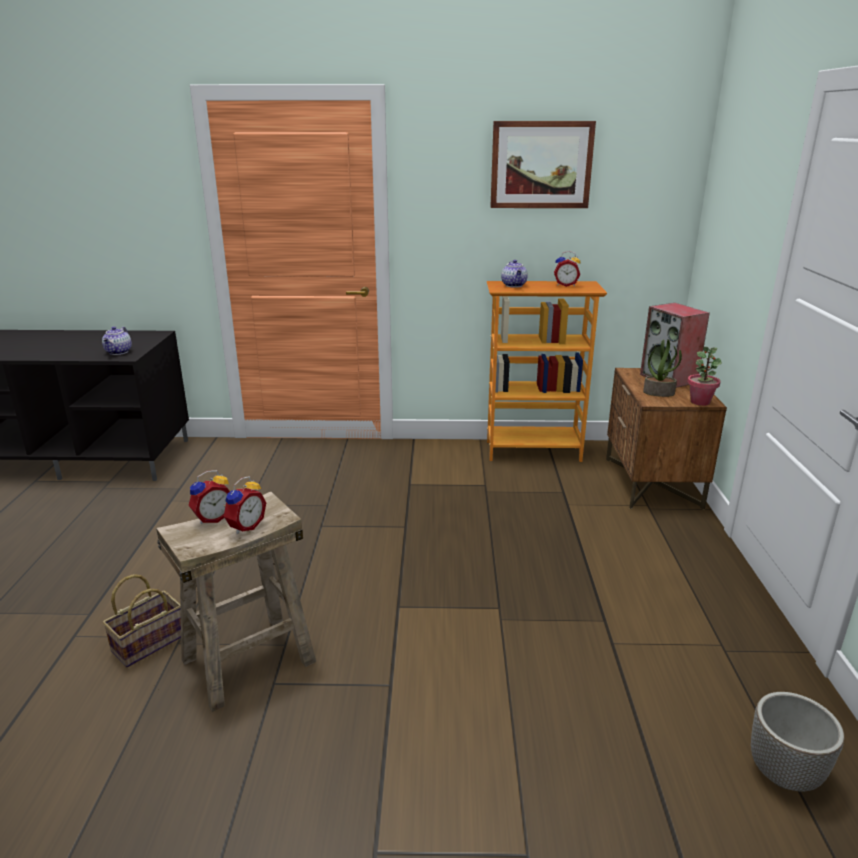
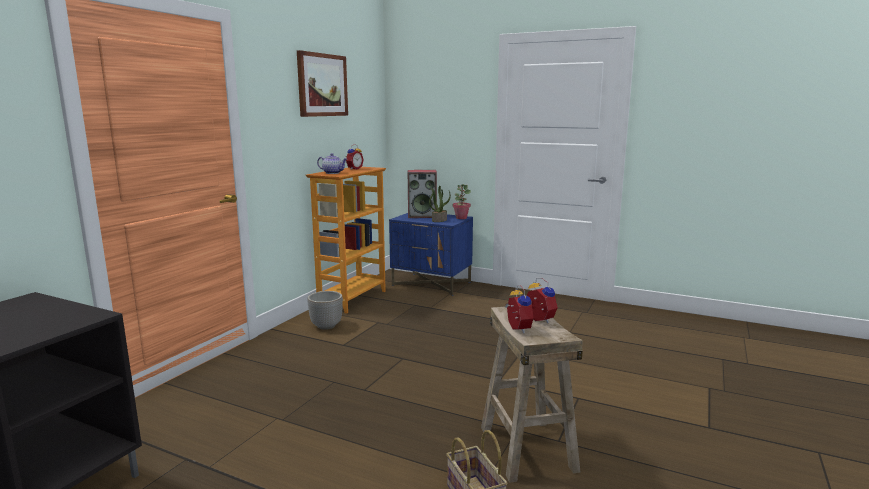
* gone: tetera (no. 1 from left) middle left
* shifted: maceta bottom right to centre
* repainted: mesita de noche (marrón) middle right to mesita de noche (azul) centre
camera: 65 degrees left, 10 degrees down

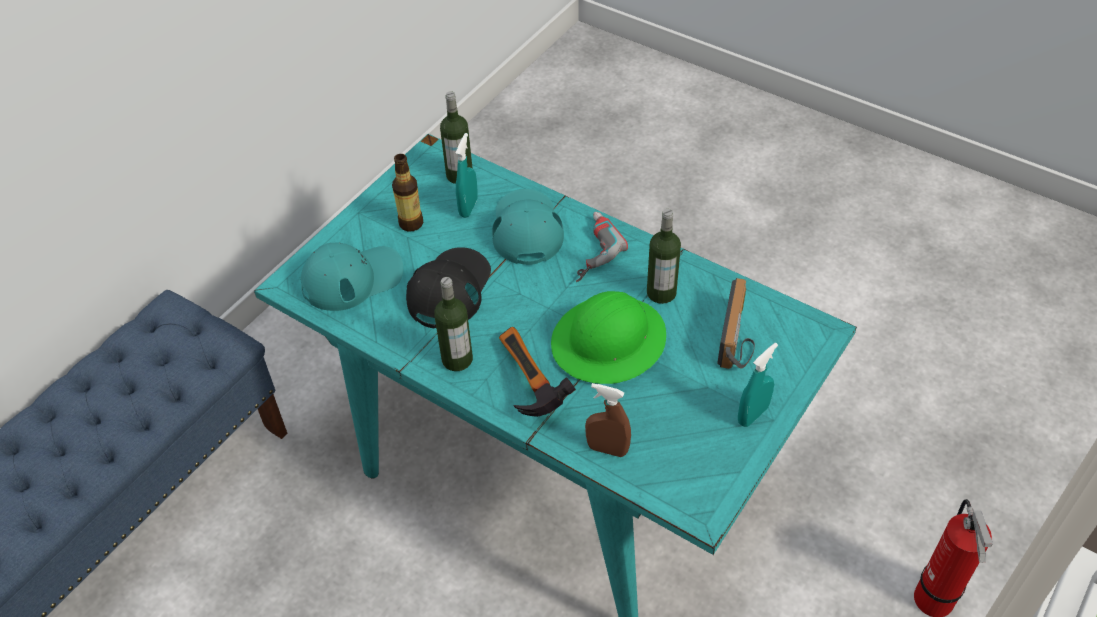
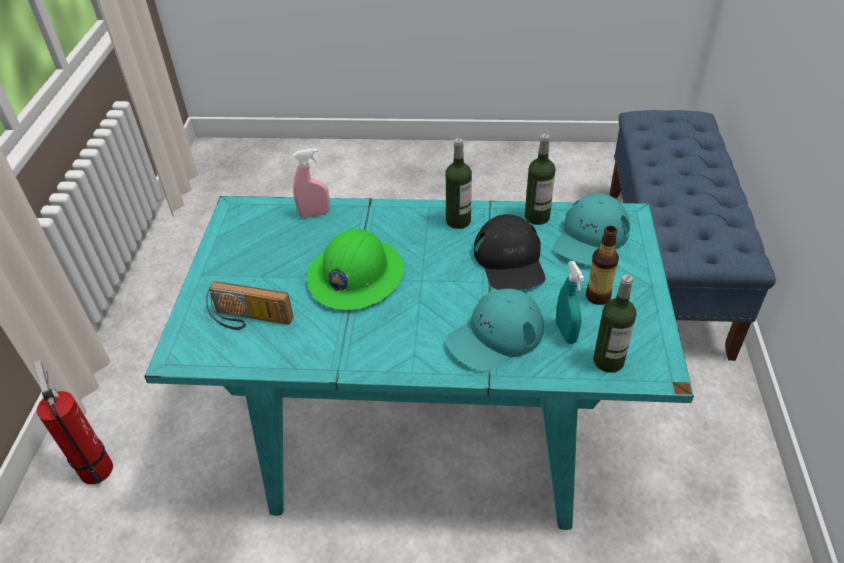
* gone: martillo centre
* gone: taladro centre
* gone: pulverizador (turquesa) (no. 2 from left) middle right
* shifted: botella (no. 4 from left in the first image) centre to botella (no. 2 from left) top centre
* repainted: pulverizador (marrón) bottom centre to pulverizador (rosa) top centre
* rotated: gorra (turquesa) (no. 2 from left in the first image) centre = centre 90 degrees clockwise
* rotated: radio middle right = middle left 60 degrees counterclockwise
camera: 150 degrees right, 5 degrees down

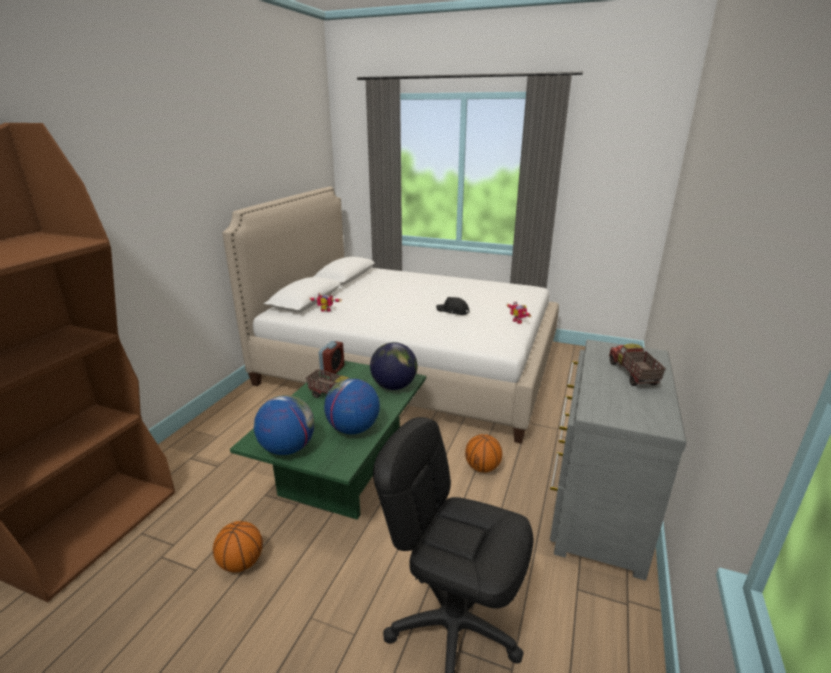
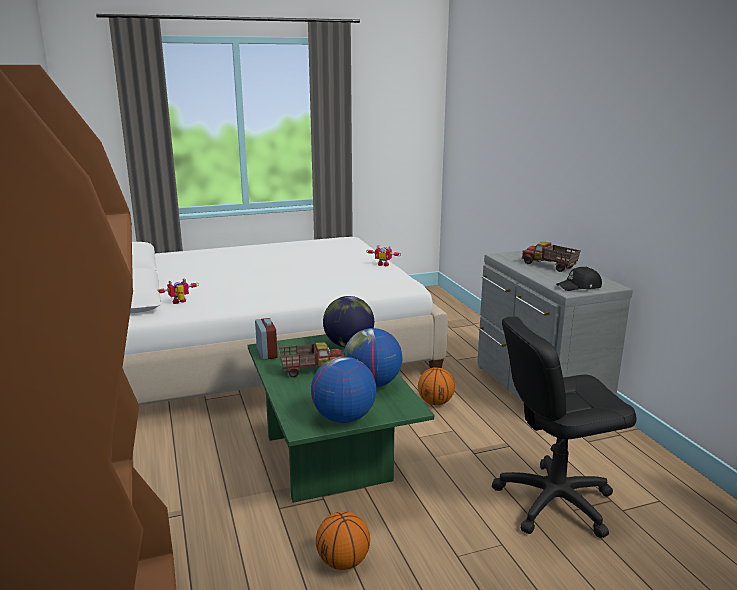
* shifted: gorra (negro) centre to middle right
camera: 40 degrees left, 5 degrees down

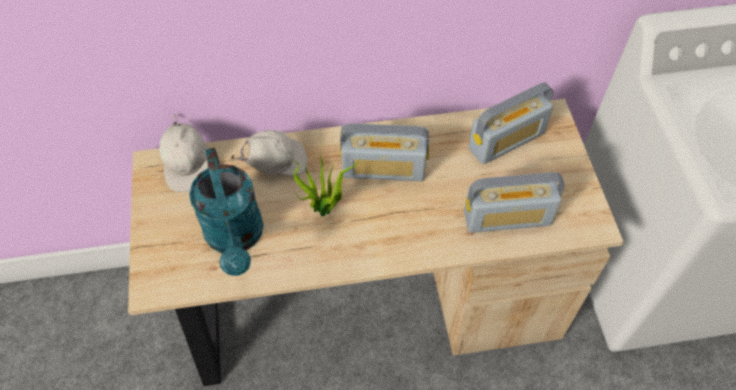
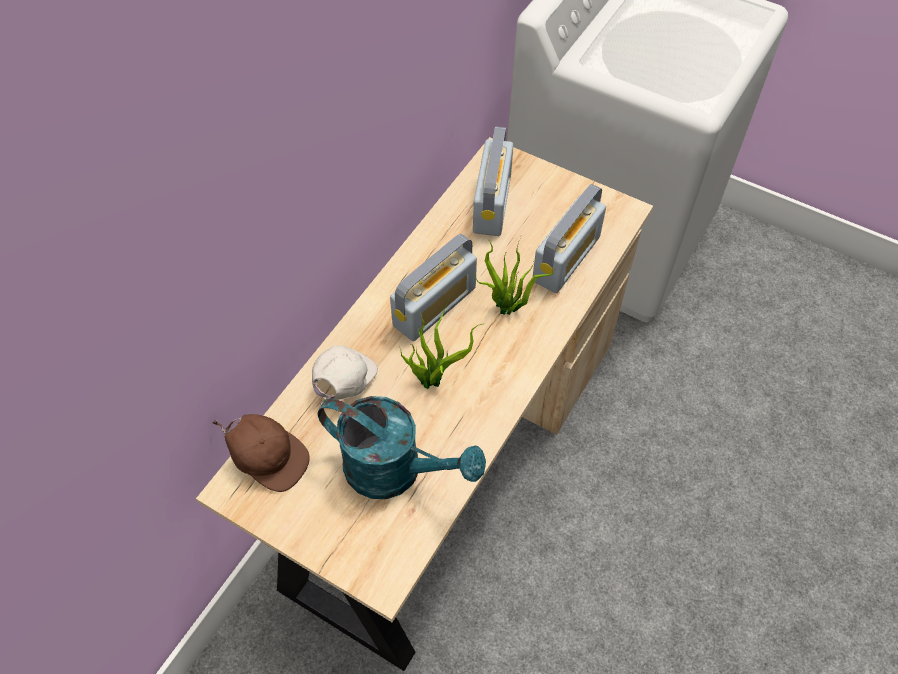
* new: planta en maceta (no. 2 from left) centre
* repainted: gorra (blanco) (no. 1 from left) middle left to gorra (marrón) bottom left
camera: 50 degrees left, 0 degrees up

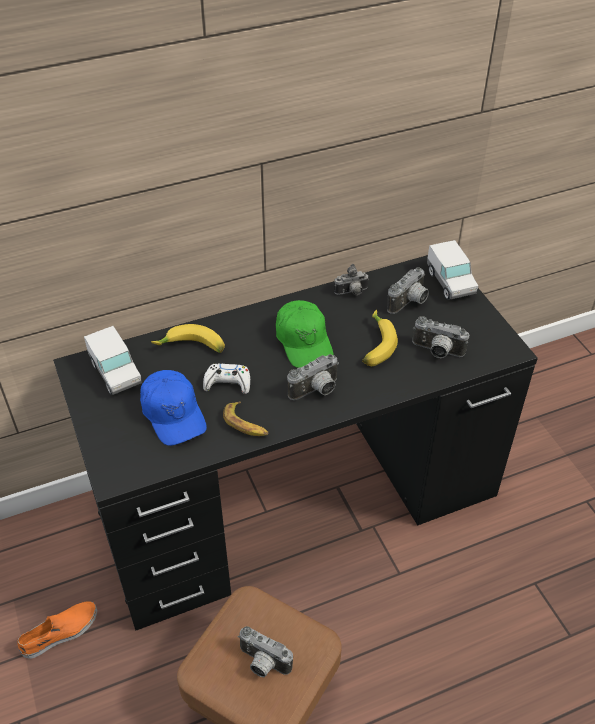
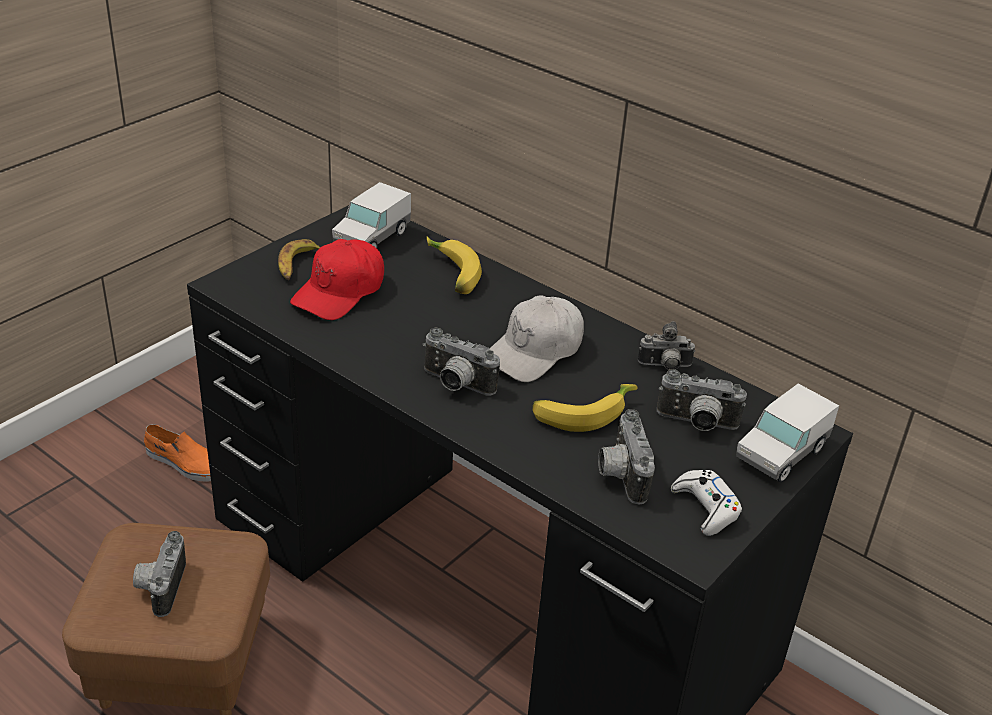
* shifted: mando de consola (blanco) centre to bottom right
* shifted: plátano (no. 2 from left in the first image) centre to plátano (no. 1 from left) middle left
* repainted: gorra (azul) middle left to gorra (rojo) centre
* repainted: gorra (verde) centre to gorra (blanco) centre
* rotated: cámara (no. 3 from left in the first image) centre = middle right 45 degrees counterclockwise
camera: 60 degrees right, 10 degrees down

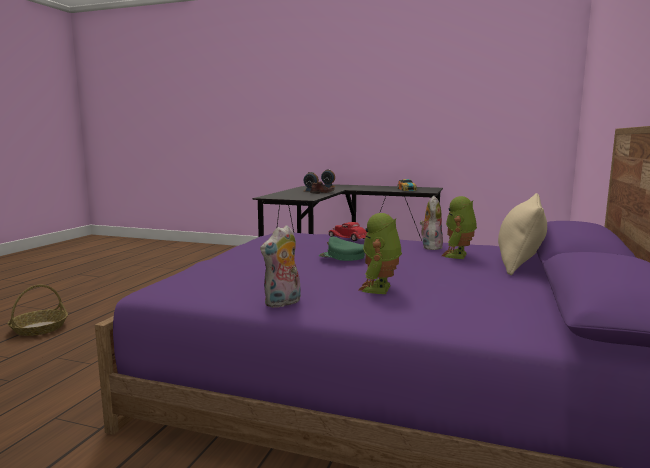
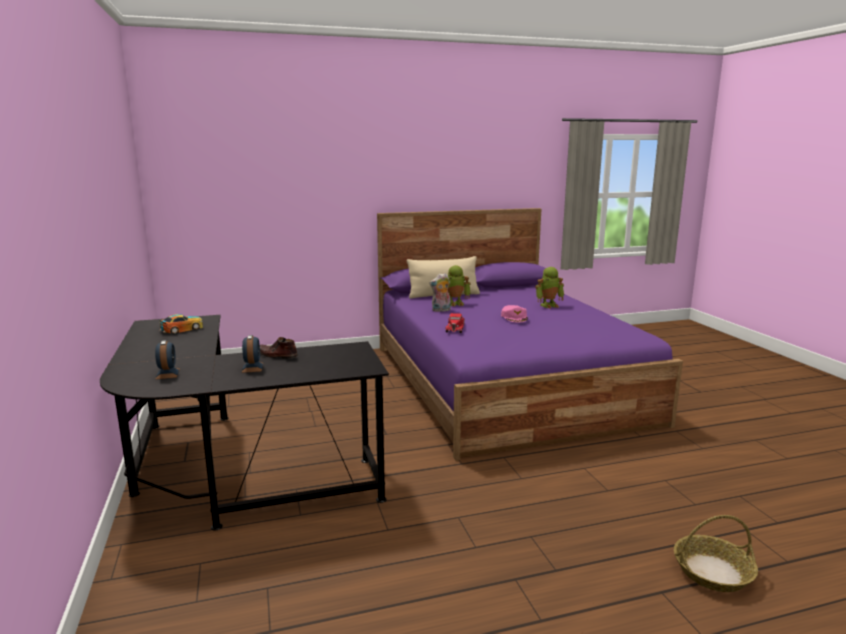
* gone: peluche (no. 1 from left) centre
* repainted: gorra (verde) centre to gorra (rosa) centre
camera: 125 degrees left, 5 degrees up

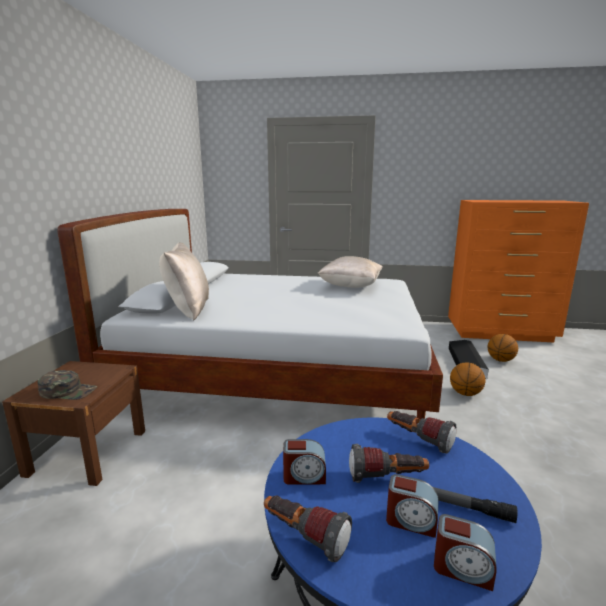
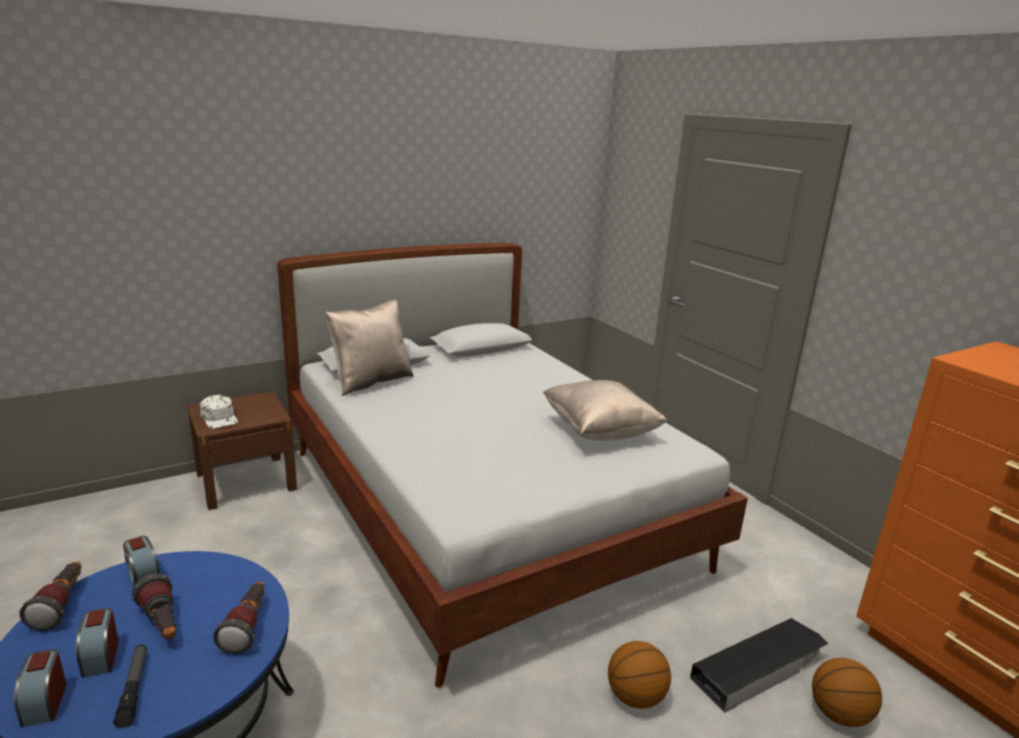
* repainted: gorra (verde) middle left to gorra (blanco) middle left
camera: 50 degrees right, 5 degrees up

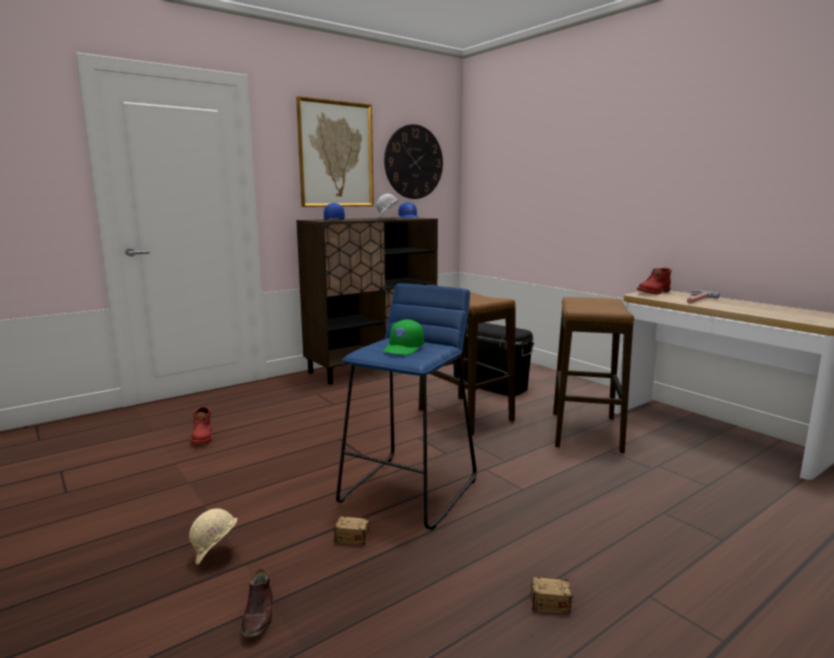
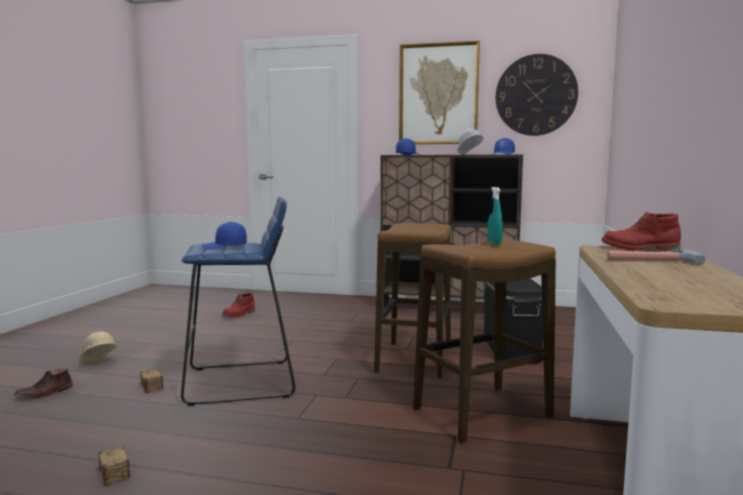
* new: pulverizador (turquesa) centre
* repainted: gorra (verde) centre to gorra (azul) (no. 1 from left) middle left
camera: 50 degrees right, 5 degrees down

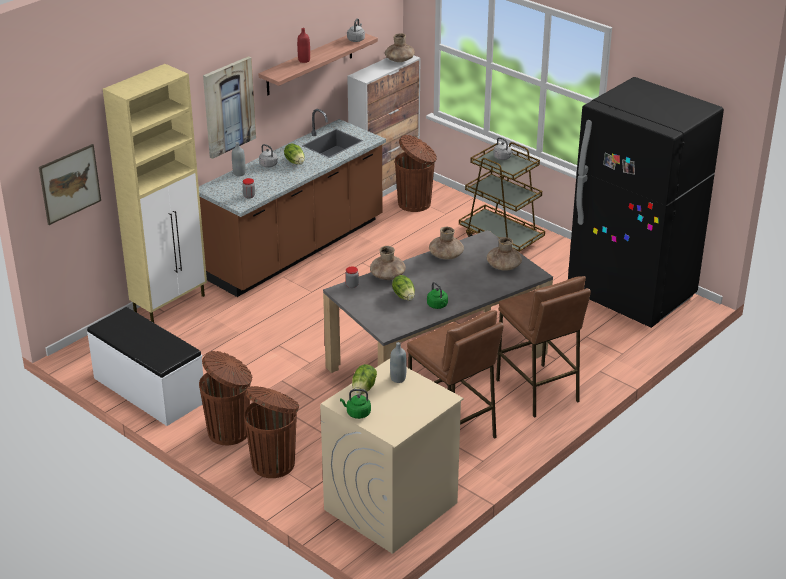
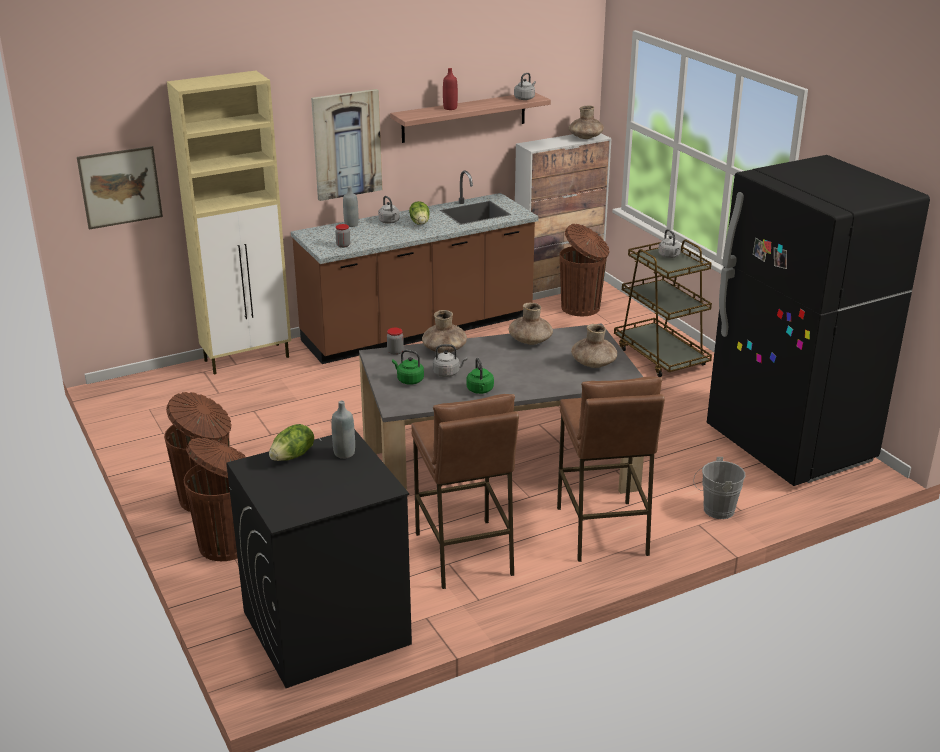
* gone: banco (blanco) middle left
* new: cubo (gris) middle right
* shifted: hervidor (verde) (no. 1 from left) bottom centre to centre
* swapped: lechuga (no. 3 from left) centre to hervidor (gris) (no. 2 from left) centre
* repainted: lavadora (beis) bottom centre to lavadora (negro) bottom centre
camera: 20 degrees right, 5 degrees down

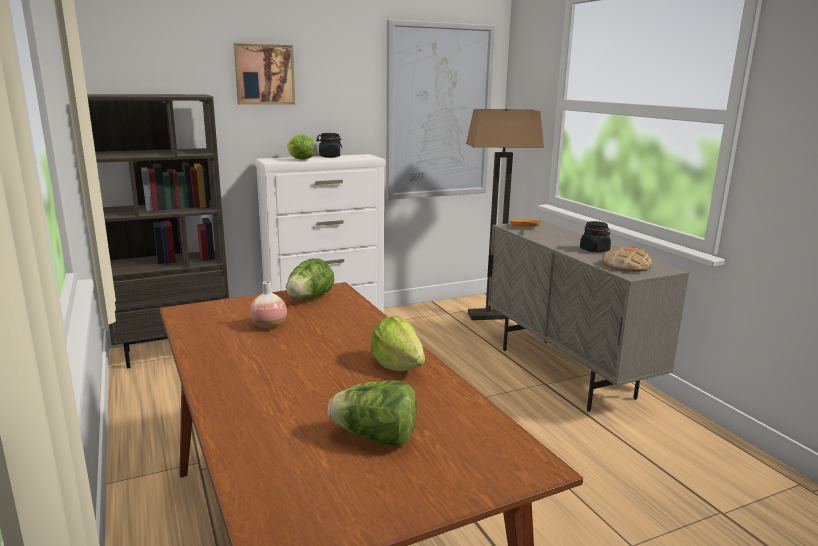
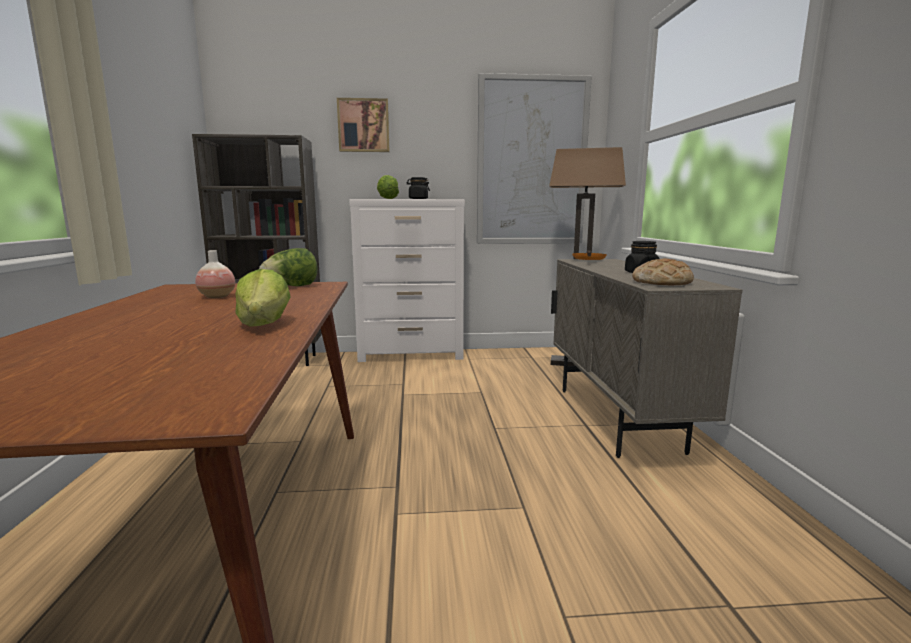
* gone: lechuga (no. 3 from left) bottom centre
camera: 20 degrees right, 5 degrees down

